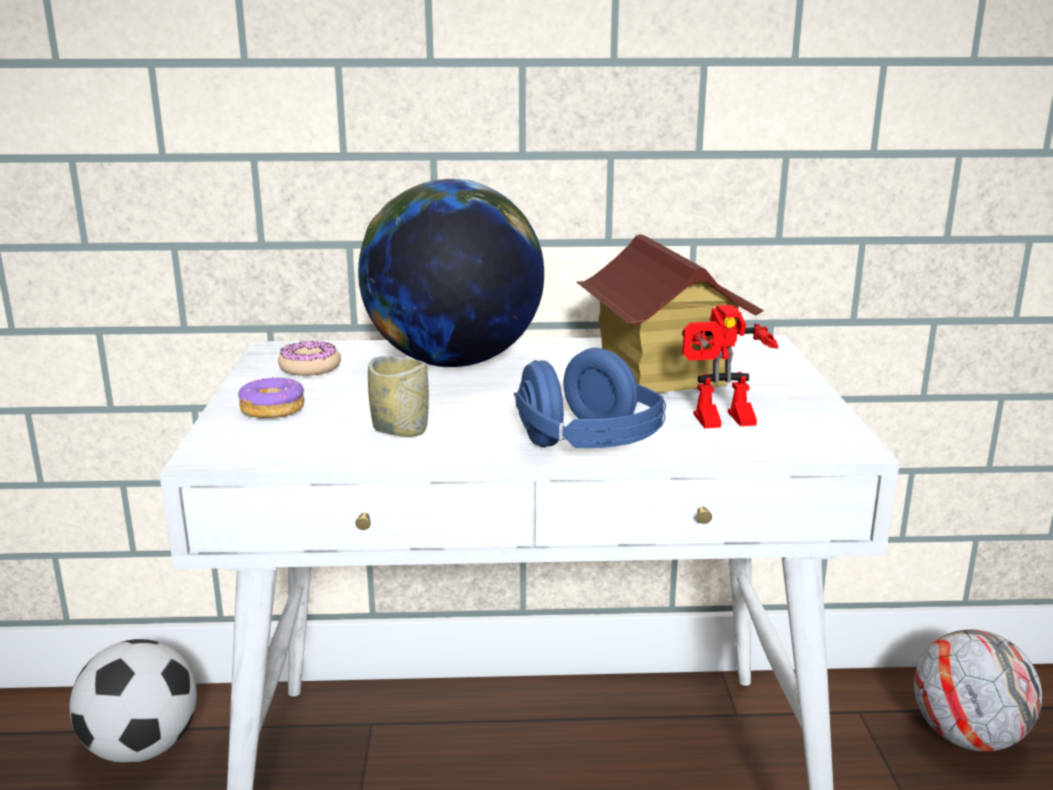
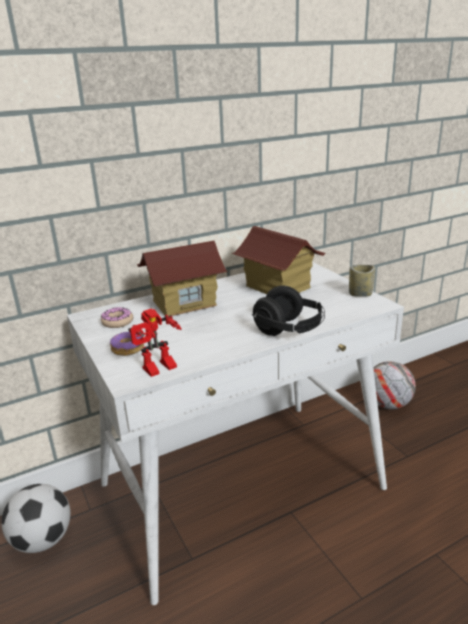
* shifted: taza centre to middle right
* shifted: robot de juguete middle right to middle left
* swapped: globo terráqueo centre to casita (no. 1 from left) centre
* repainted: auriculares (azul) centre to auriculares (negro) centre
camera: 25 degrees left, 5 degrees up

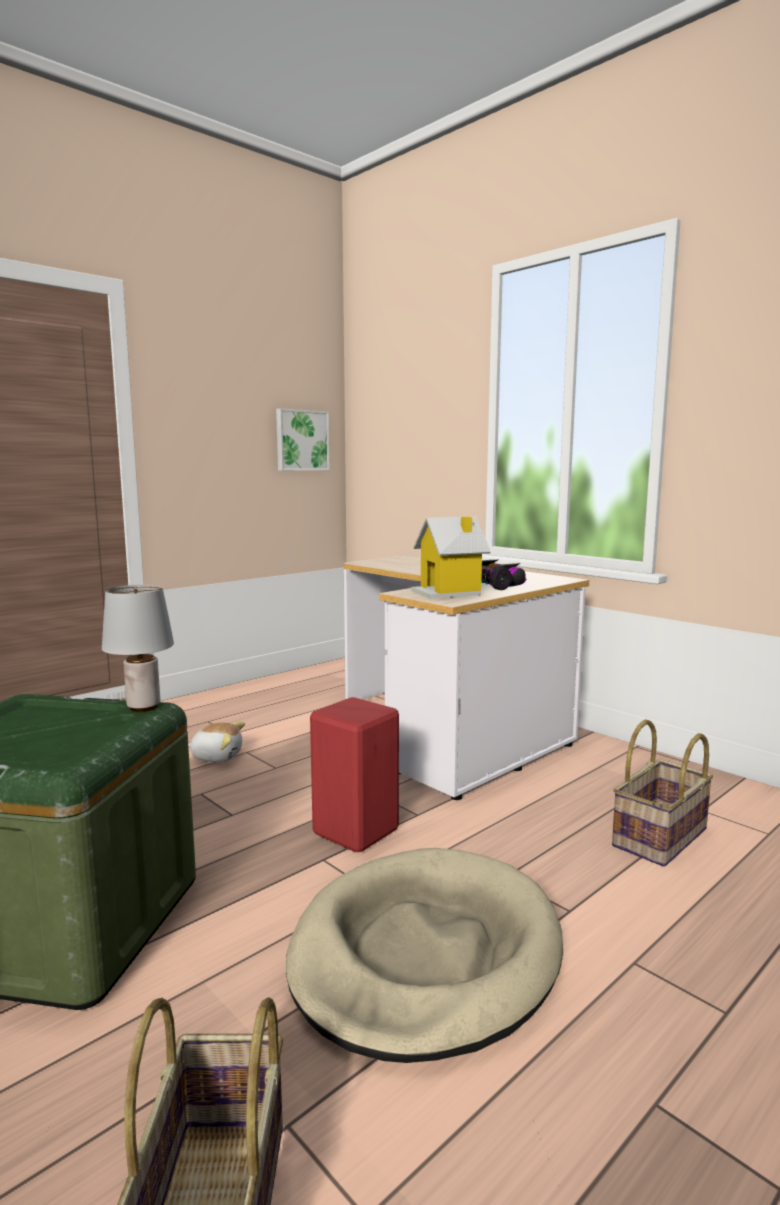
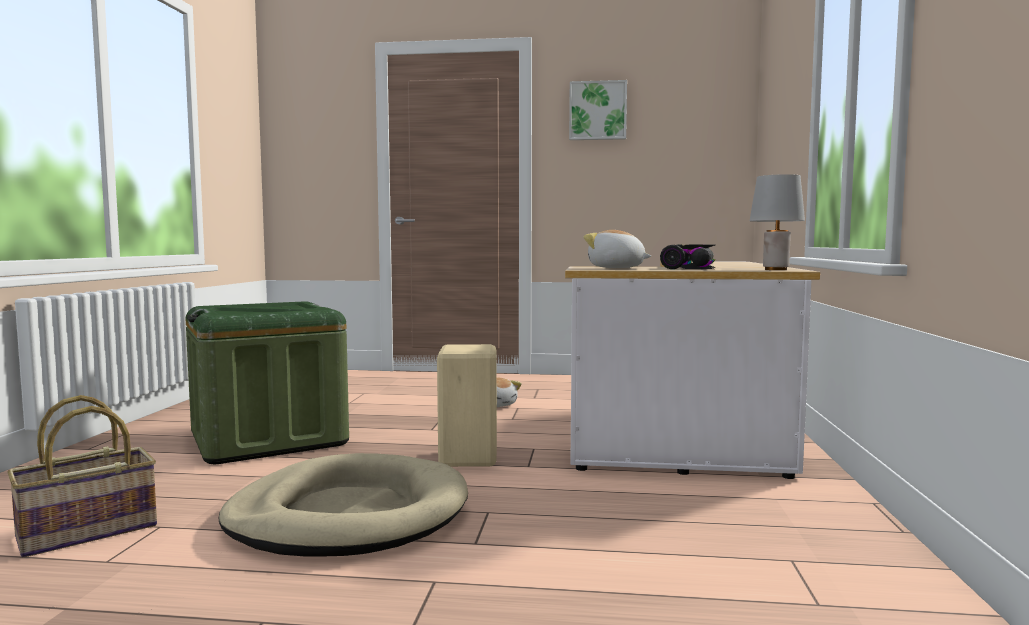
* gone: cesta (no. 2 from left) middle right
* shifted: lámpara de mesa (gris) middle left to middle right
* shifted: cuadro centre to top centre
* swapped: casita centre to peluche (no. 2 from left) centre
* repainted: taburete (rojo) centre to taburete (beis) centre
camera: 50 degrees right, 5 degrees down

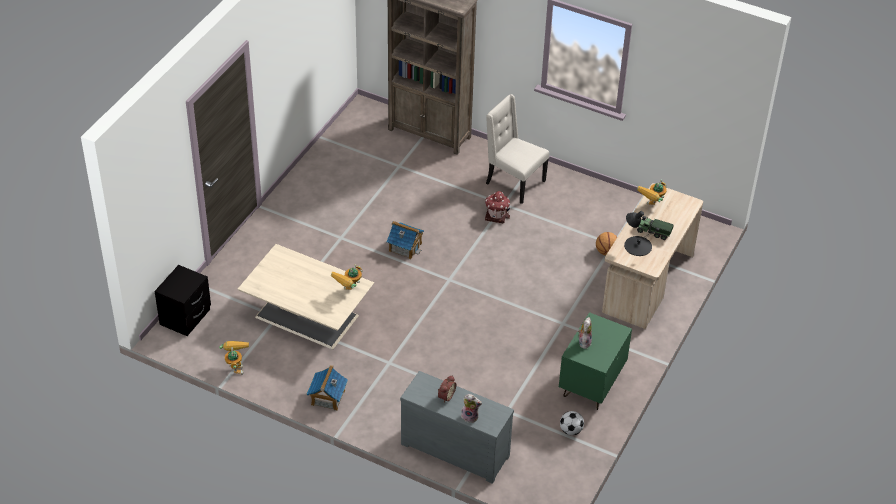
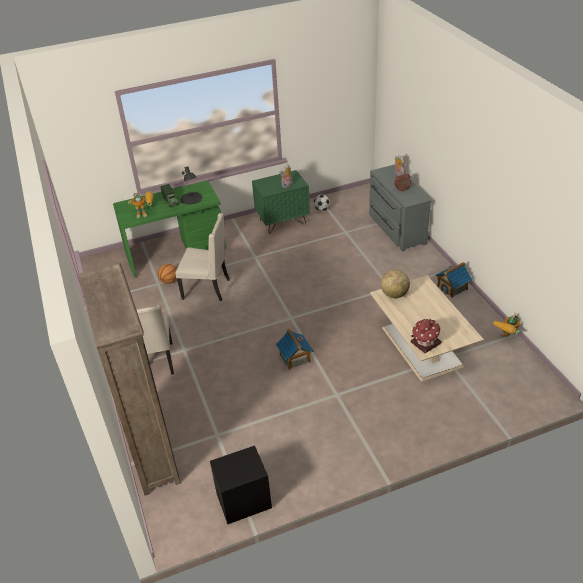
* new: silla (beis) (no. 2 from left) centre
* shifted: mesita de noche (negro) middle left to bottom centre
* shifted: casita (no. 3 from left in the first image) centre to casita (no. 2 from left) middle right
* swapped: robot de juguete (no. 2 from left) centre to globo terráqueo middle right
* repainted: escritorio (beis) middle right to escritorio (verde) middle left
camera: 135 degrees left, 5 degrees down

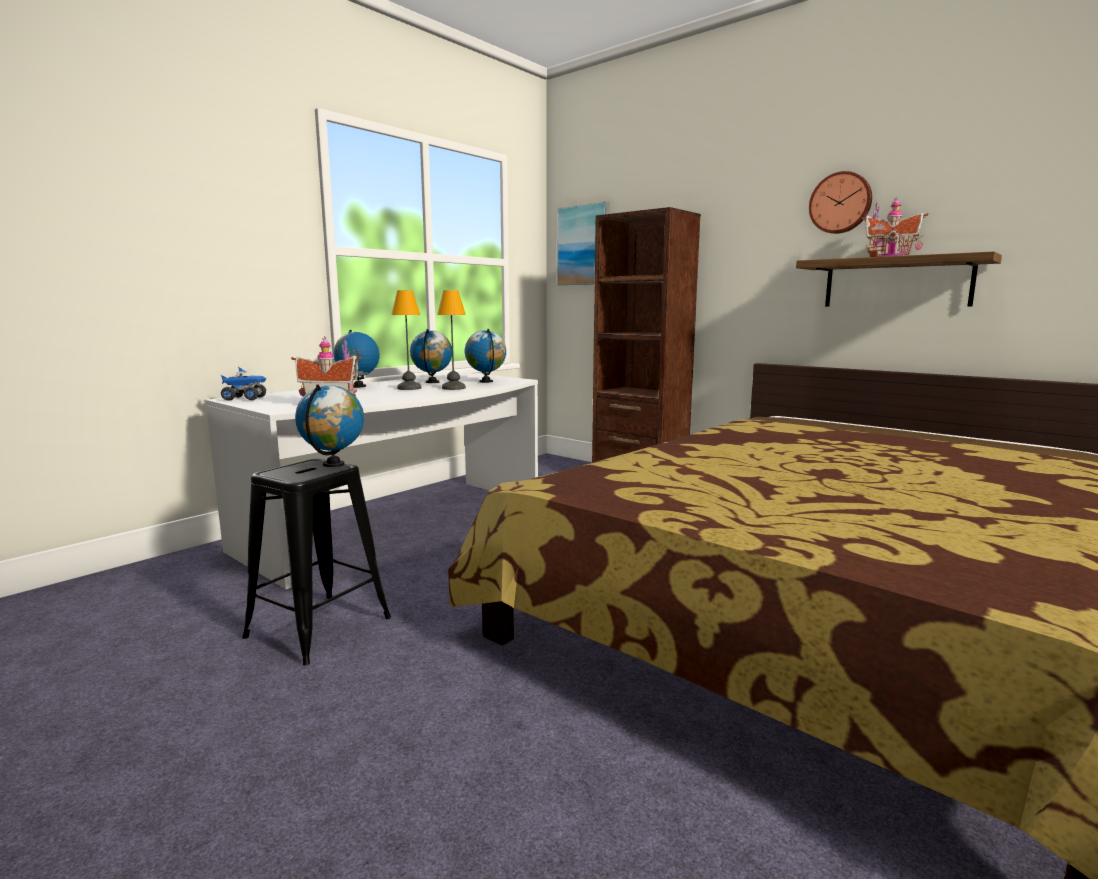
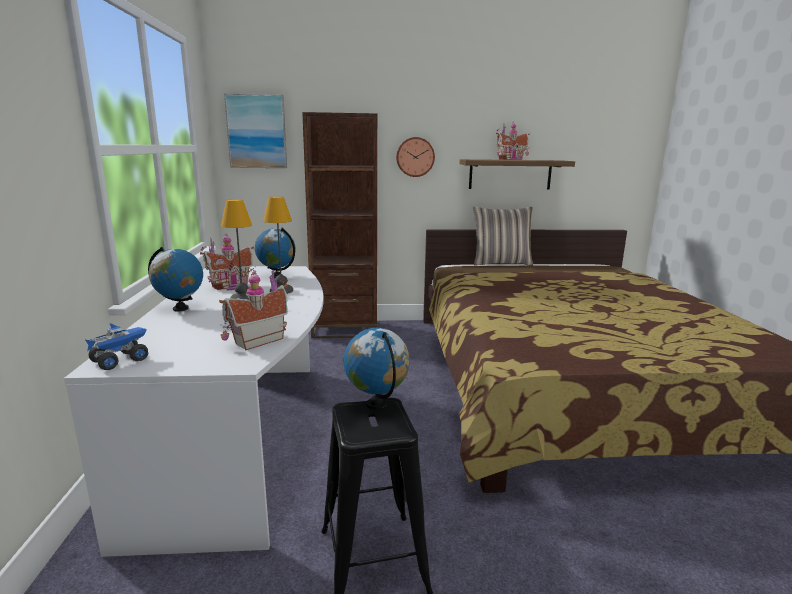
* new: cojín centre
* shifted: reloj de pared top right to top centre
* swapped: globo terráqueo (no. 3 from left) centre to casita (no. 1 from left) middle left
camera: 45 degrees left, 5 degrees up

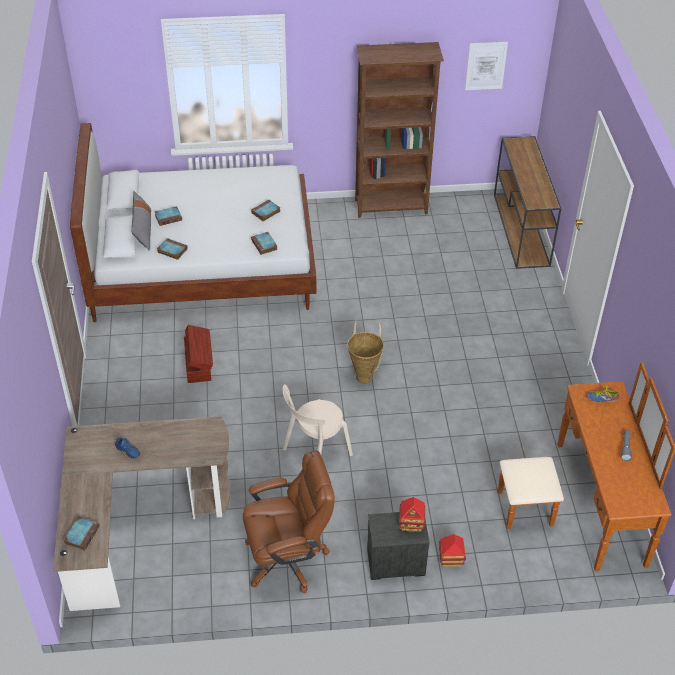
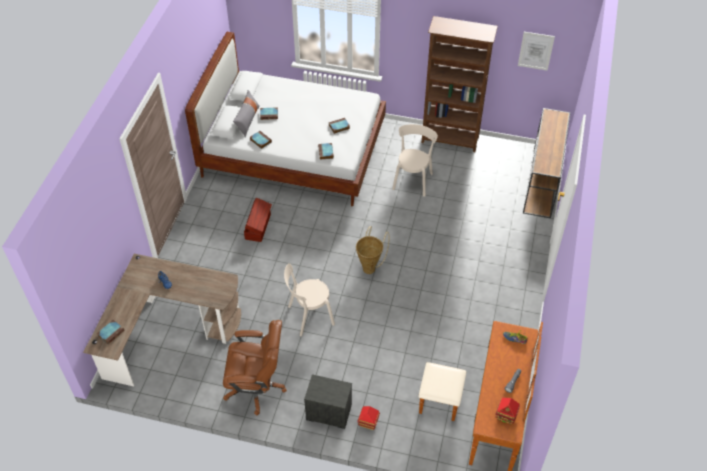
* new: silla (beis) (no. 2 from left) centre
* shifted: casita (no. 1 from left in the first image) bottom centre to casita (no. 2 from left) bottom right
camera: 20 degrees right, 5 degrees up

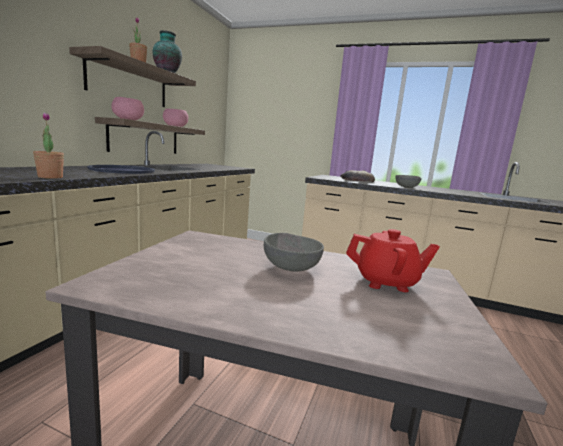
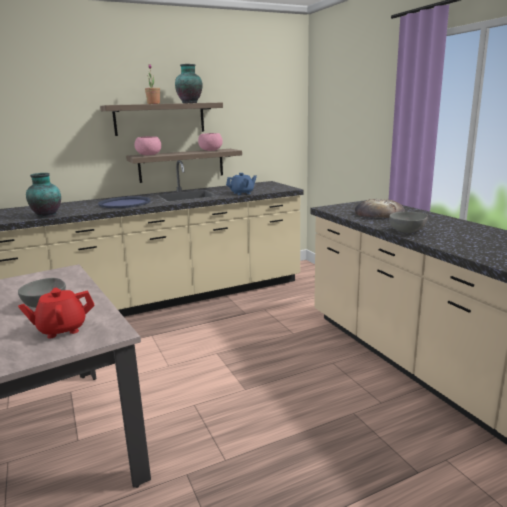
* new: tetera (azul) centre
* swapped: planta en maceta (no. 1 from left) top left to florero (no. 1 from left) middle left
* rotated: tetera (rojo) middle right = middle left 105 degrees clockwise
camera: 45 degrees right, 5 degrees up

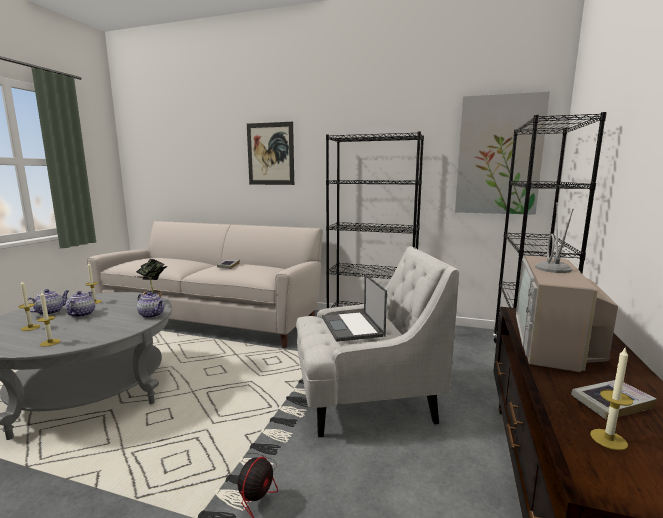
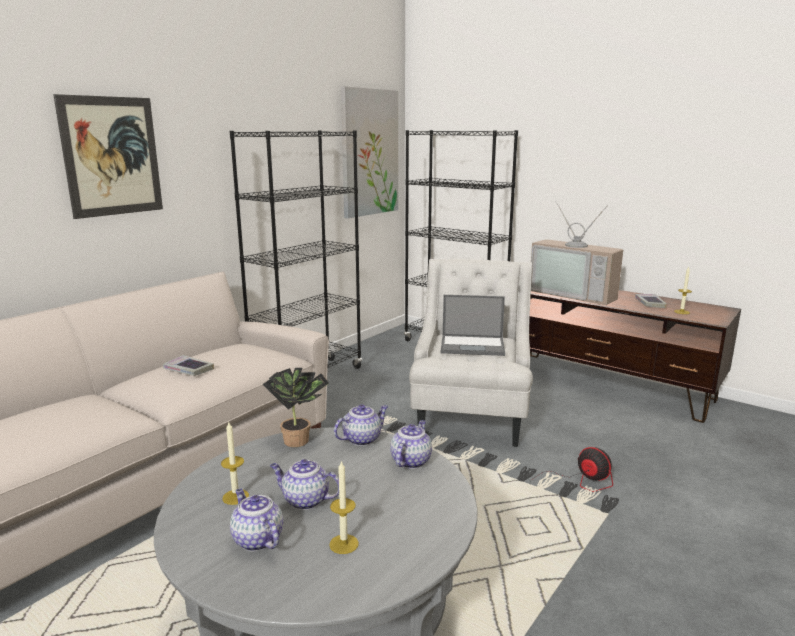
* gone: vela (no. 2 from left) middle left
* new: tetera (no. 4 from left) bottom centre
camera: 70 degrees left, 5 degrees up

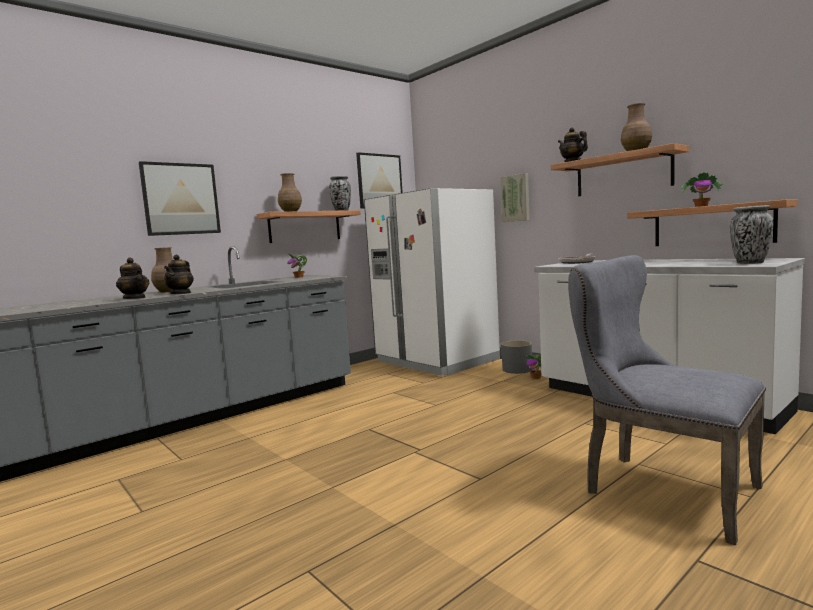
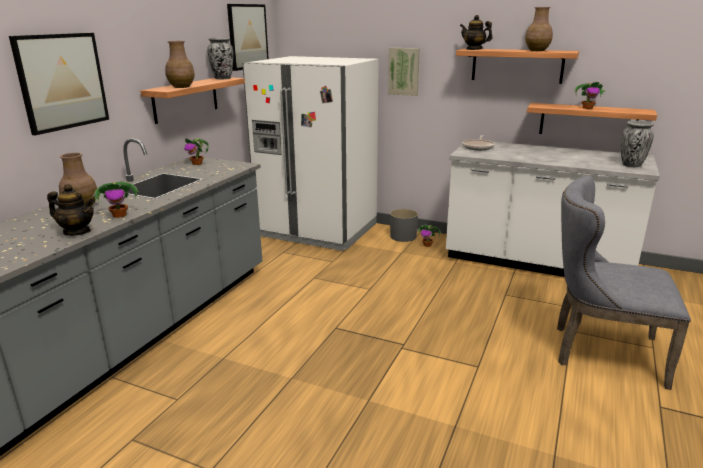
* swapped: tetera (no. 2 from left) middle left to planta en maceta (no. 1 from left) middle left
camera: 25 degrees left, 15 degrees up

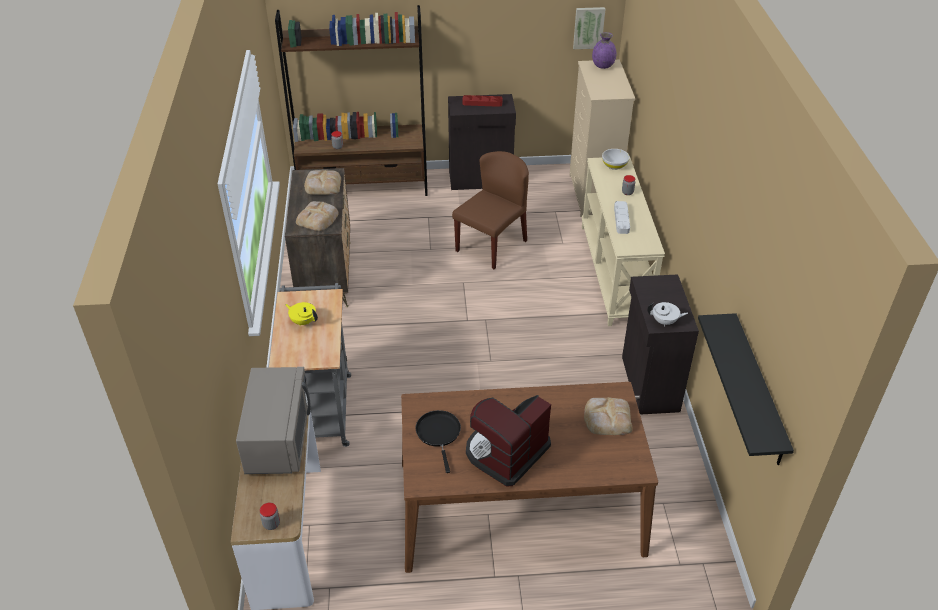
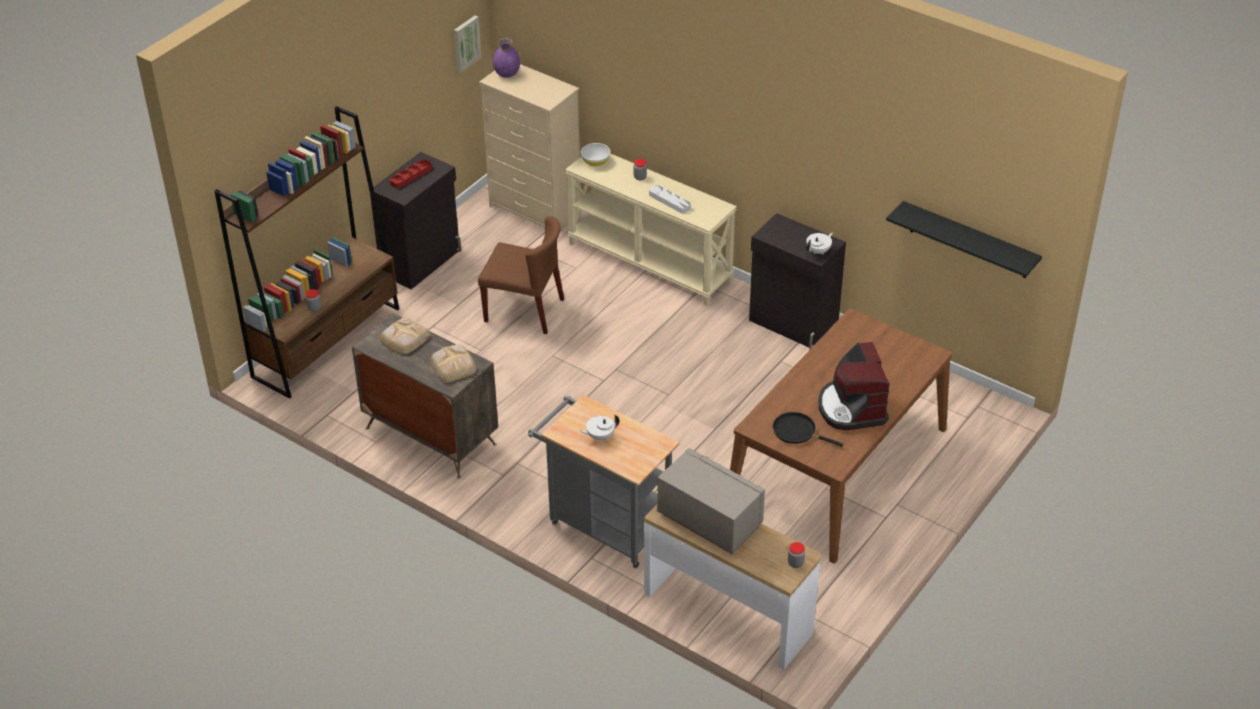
* gone: pan (no. 3 from left) bottom centre
* repainted: tetera (amarillo) middle left to tetera (blanco) (no. 1 from left) centre
* rotated: silla (marrón) centre = centre 120 degrees clockwise
camera: 50 degrees left, 0 degrees up

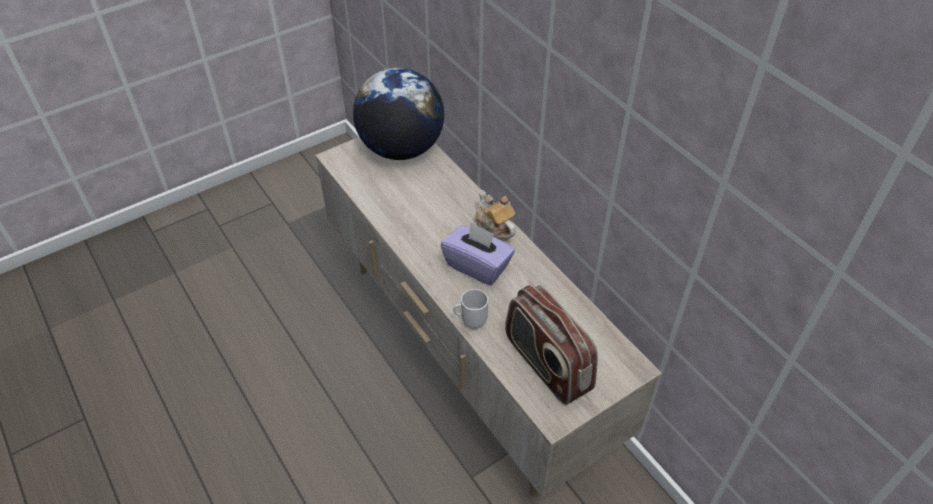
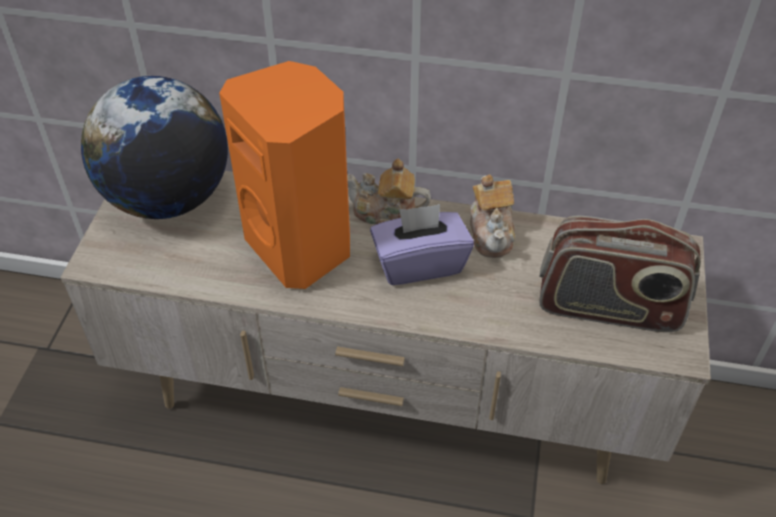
* gone: taza grande centre
* new: altavoz (naranja) centre
* new: tetera (no. 2 from left) centre
camera: 45 degrees left, 0 degrees up

